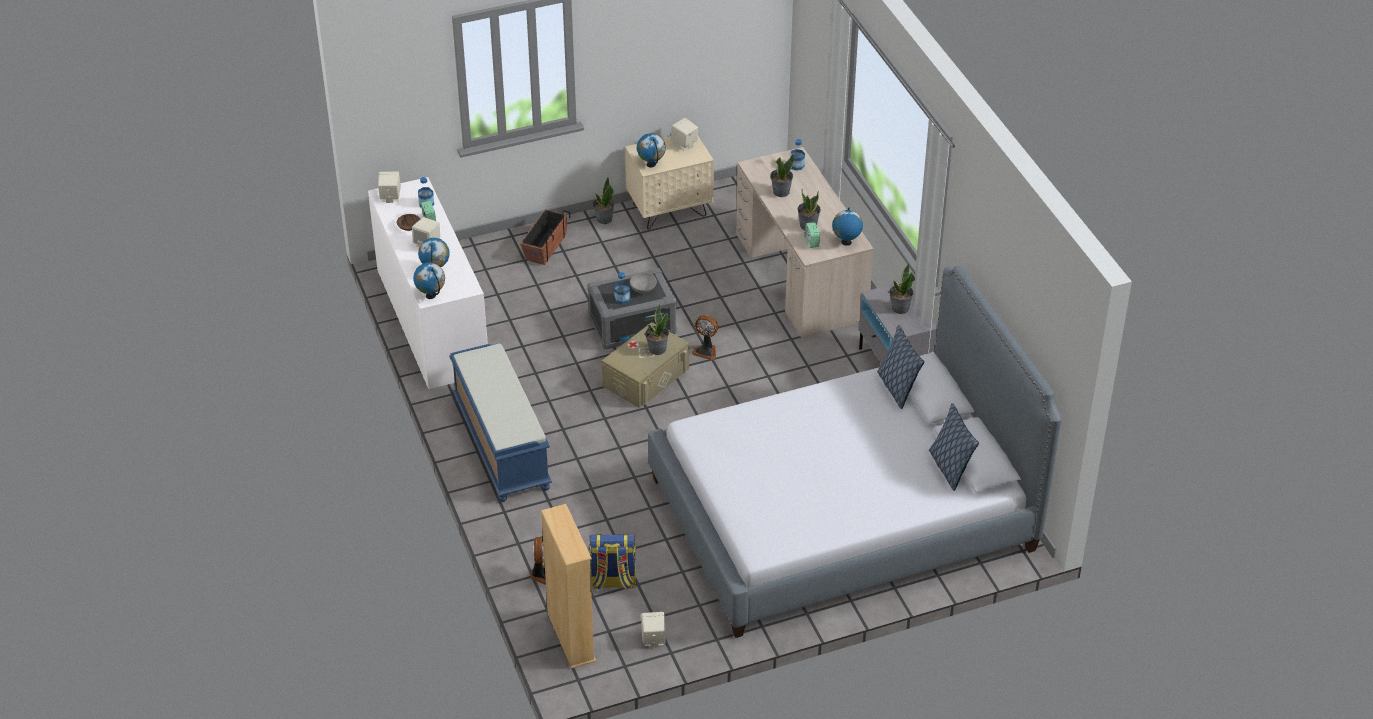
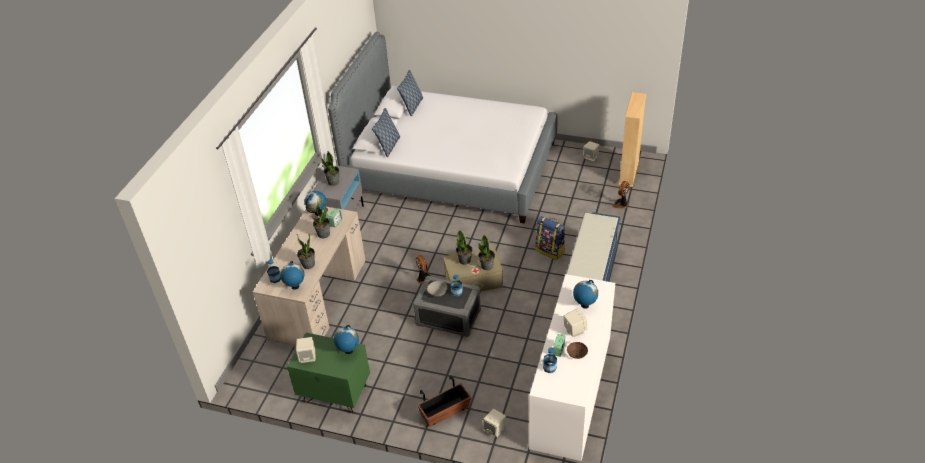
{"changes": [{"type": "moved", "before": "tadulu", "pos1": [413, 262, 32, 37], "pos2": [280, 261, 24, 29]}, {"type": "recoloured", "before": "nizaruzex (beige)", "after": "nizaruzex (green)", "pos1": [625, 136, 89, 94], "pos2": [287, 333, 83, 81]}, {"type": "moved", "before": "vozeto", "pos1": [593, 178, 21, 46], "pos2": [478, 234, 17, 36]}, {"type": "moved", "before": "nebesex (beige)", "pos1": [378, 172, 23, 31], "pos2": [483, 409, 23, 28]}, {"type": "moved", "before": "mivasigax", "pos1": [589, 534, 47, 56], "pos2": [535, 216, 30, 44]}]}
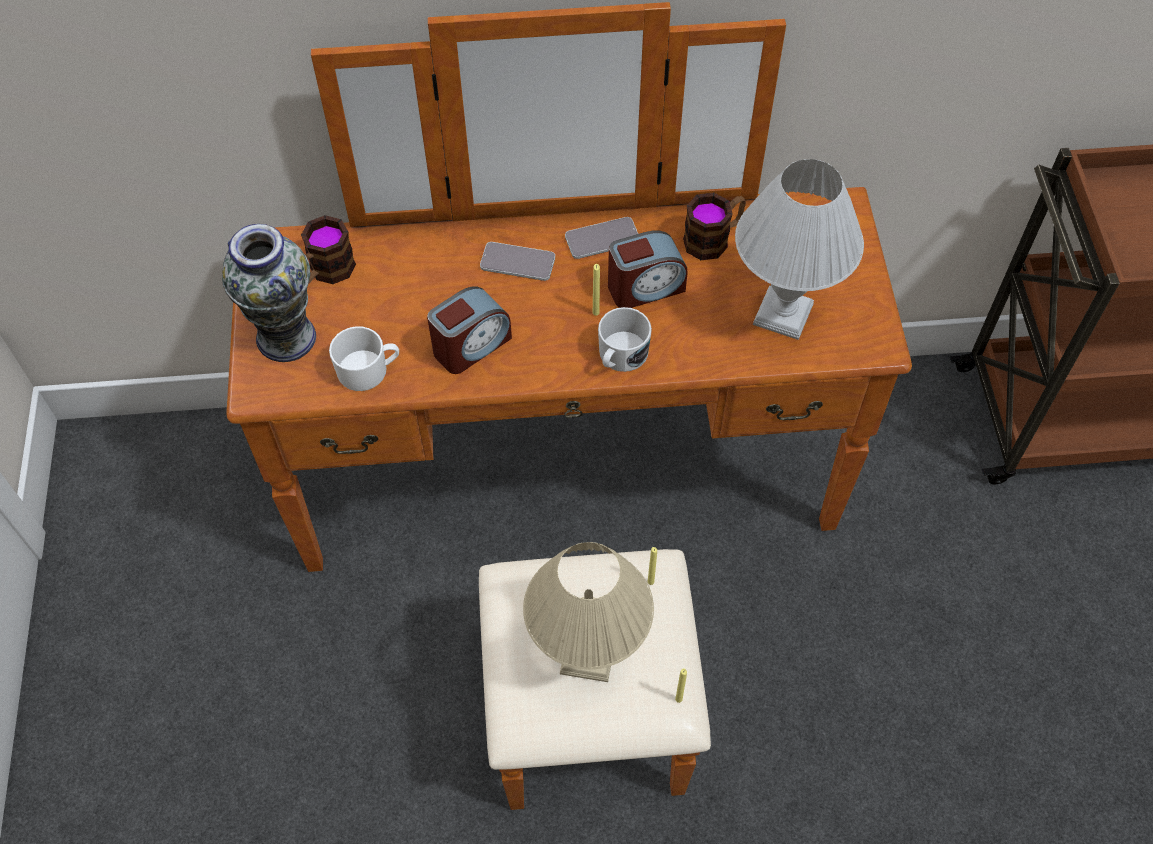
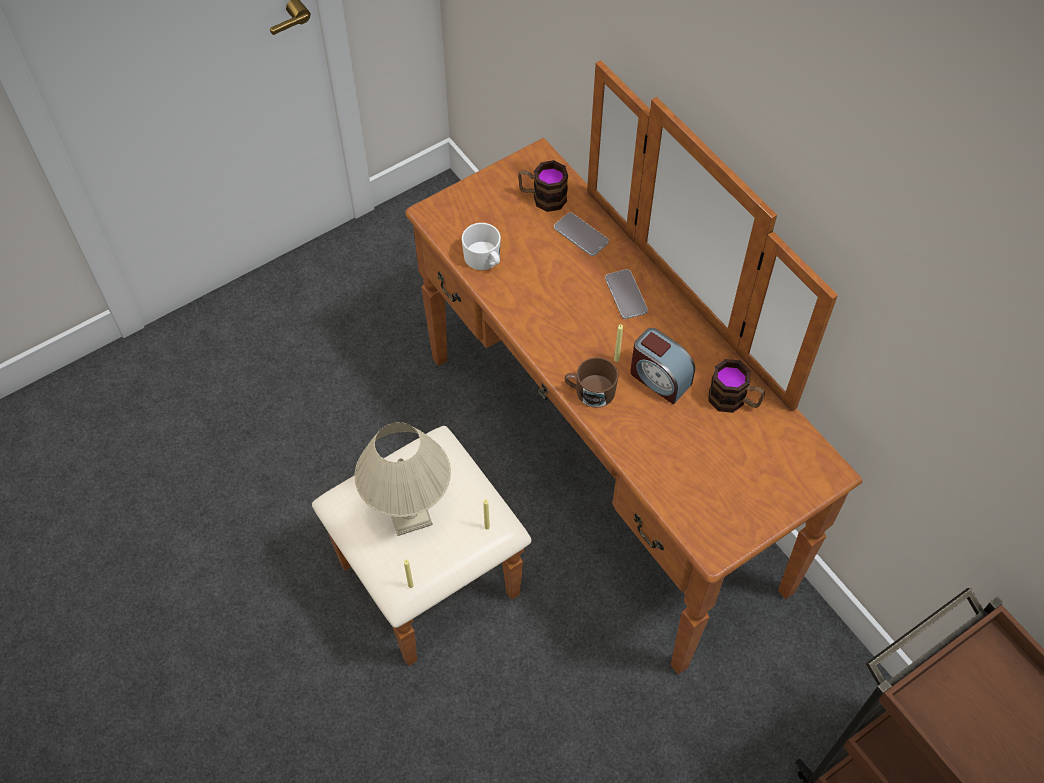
{"changes": [{"type": "moved", "before": "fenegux", "pos1": [565, 217, 73, 42], "pos2": [554, 213, 55, 43]}, {"type": "recoloured", "before": "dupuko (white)", "after": "dupuko (brown)", "pos1": [598, 307, 54, 65], "pos2": [565, 357, 53, 51]}, {"type": "removed", "before": "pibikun", "pos1": [222, 224, 94, 138]}, {"type": "removed", "before": "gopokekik", "pos1": [427, 286, 85, 88]}, {"type": "removed", "before": "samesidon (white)", "pos1": [735, 159, 129, 181]}]}
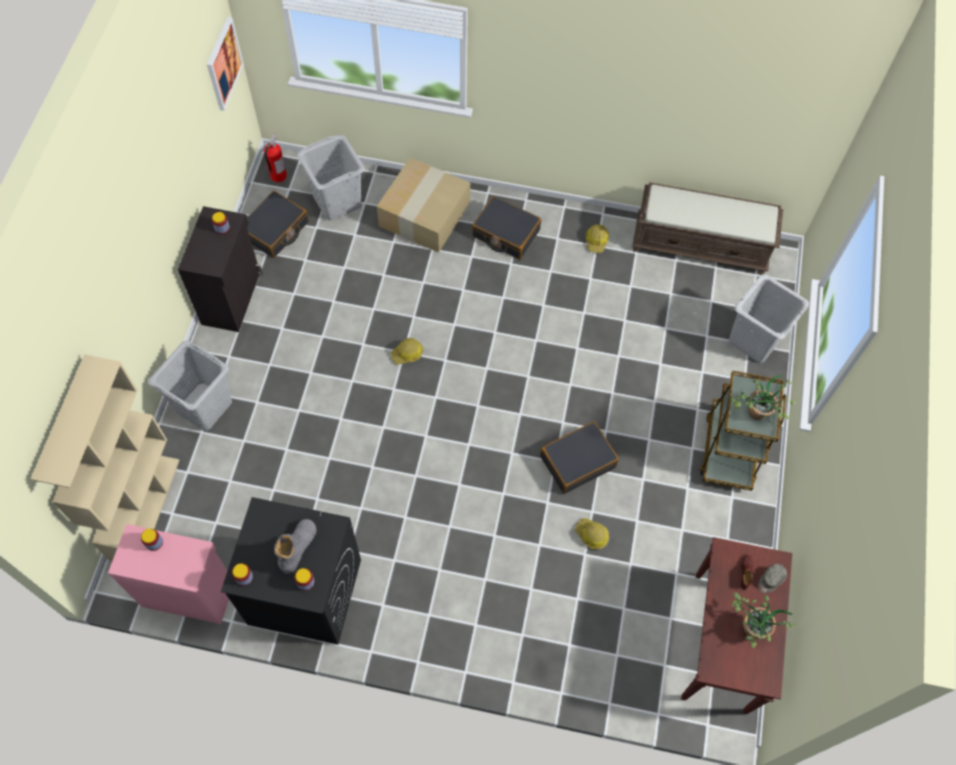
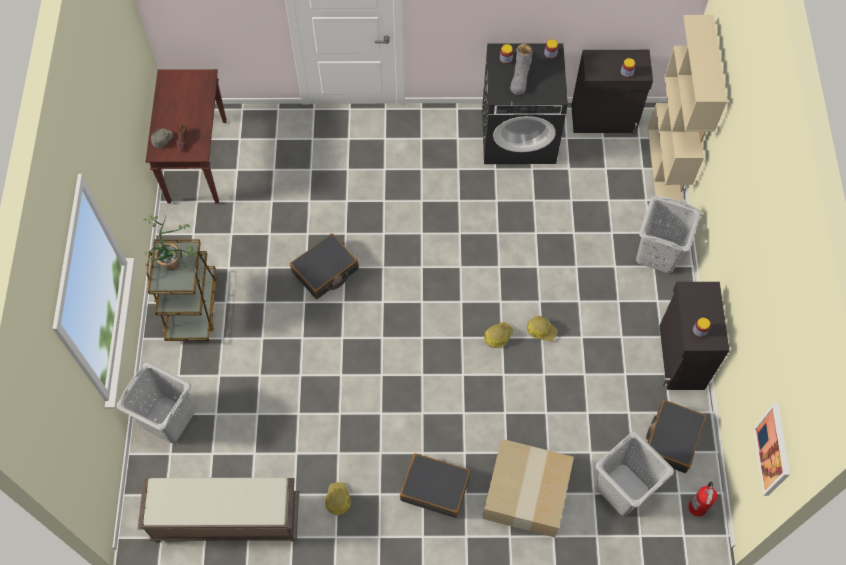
{"changes": [{"type": "moved", "before": "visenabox", "pos1": [575, 518, 34, 31], "pos2": [527, 316, 31, 25]}, {"type": "recoloured", "before": "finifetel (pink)", "after": "finifetel (black)", "pos1": [108, 524, 121, 100], "pos2": [571, 50, 82, 85]}, {"type": "removed", "before": "vozeto", "pos1": [732, 592, 65, 56]}]}
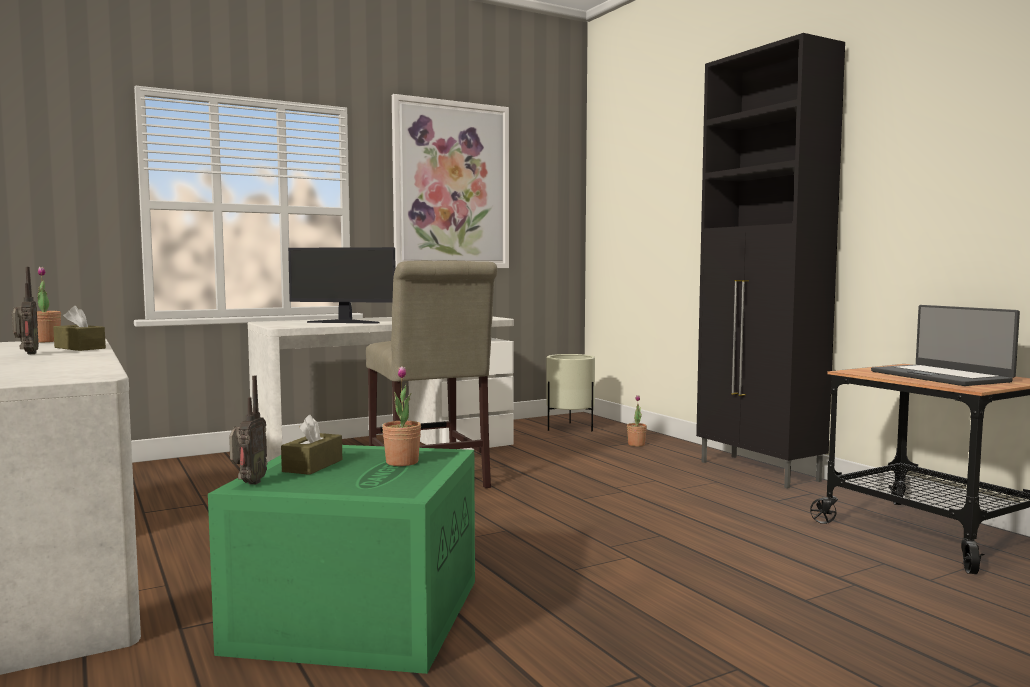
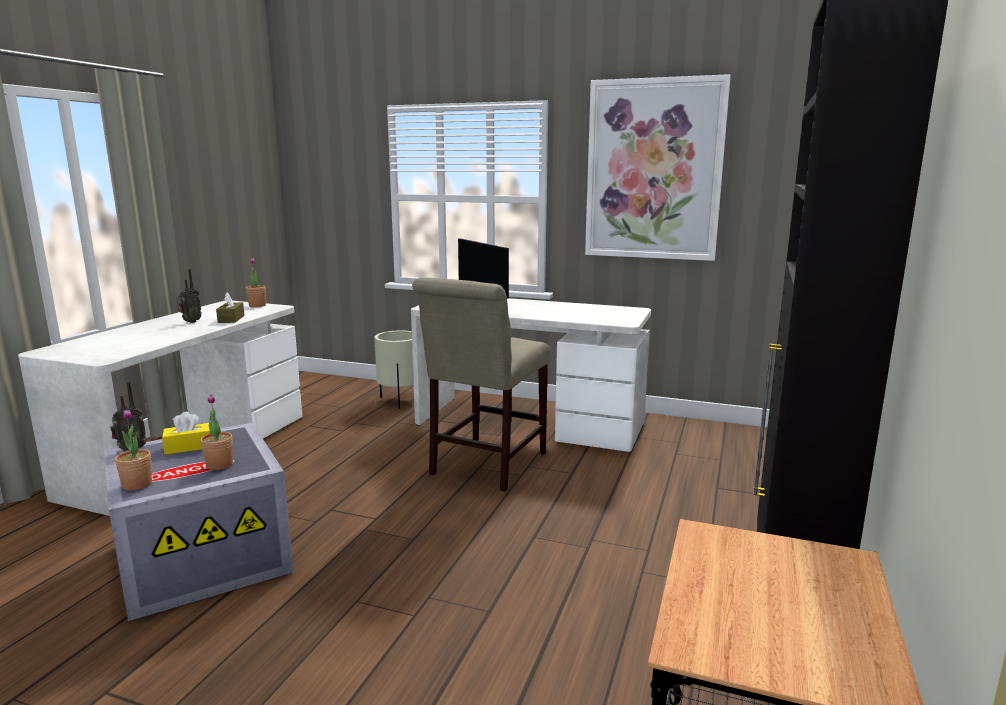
{"changes": [{"type": "recoloured", "before": "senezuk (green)", "after": "senezuk (grey)", "pos1": [208, 445, 267, 229], "pos2": [104, 423, 190, 198]}, {"type": "moved", "before": "vozeto", "pos1": [627, 395, 20, 51], "pos2": [115, 410, 37, 81]}, {"type": "recoloured", "before": "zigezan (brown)", "after": "zigezan (yellow)", "pos1": [281, 415, 61, 60], "pos2": [162, 412, 48, 43]}, {"type": "moved", "before": "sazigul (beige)", "pos1": [546, 354, 49, 77], "pos2": [374, 330, 40, 79]}, {"type": "removed", "before": "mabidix", "pos1": [871, 305, 149, 81]}]}
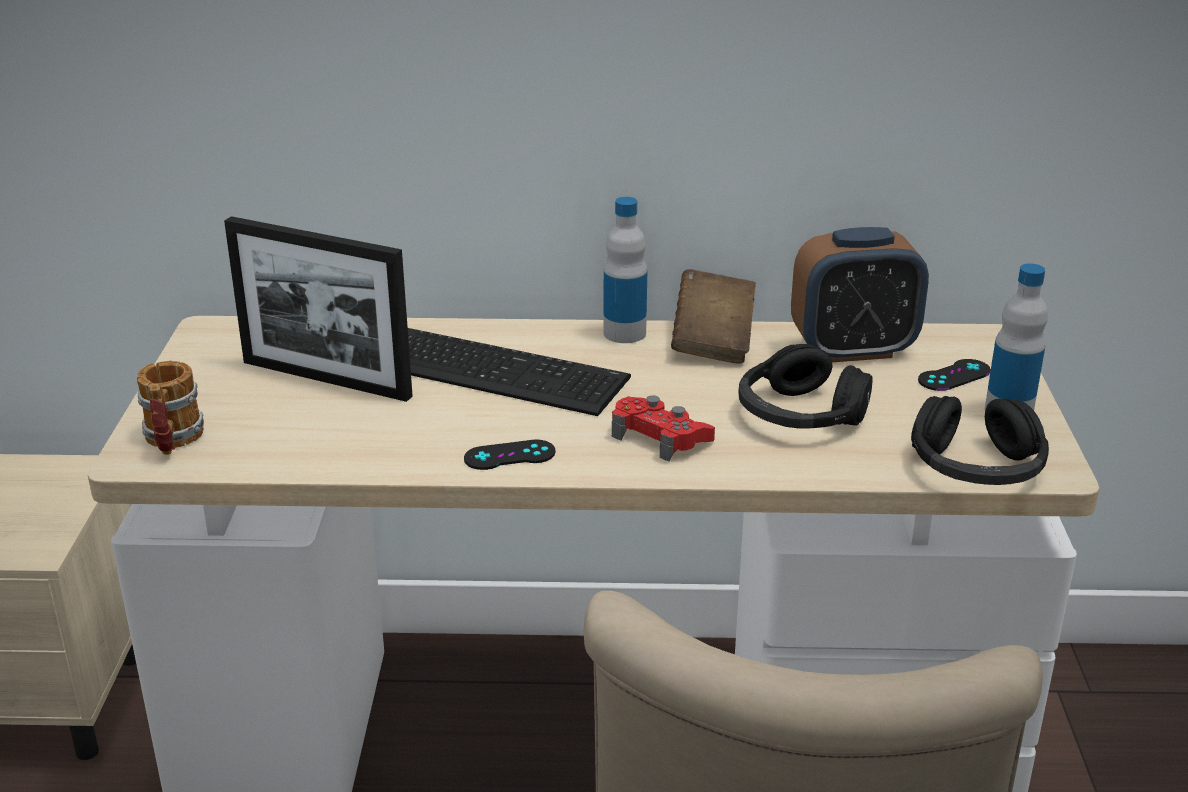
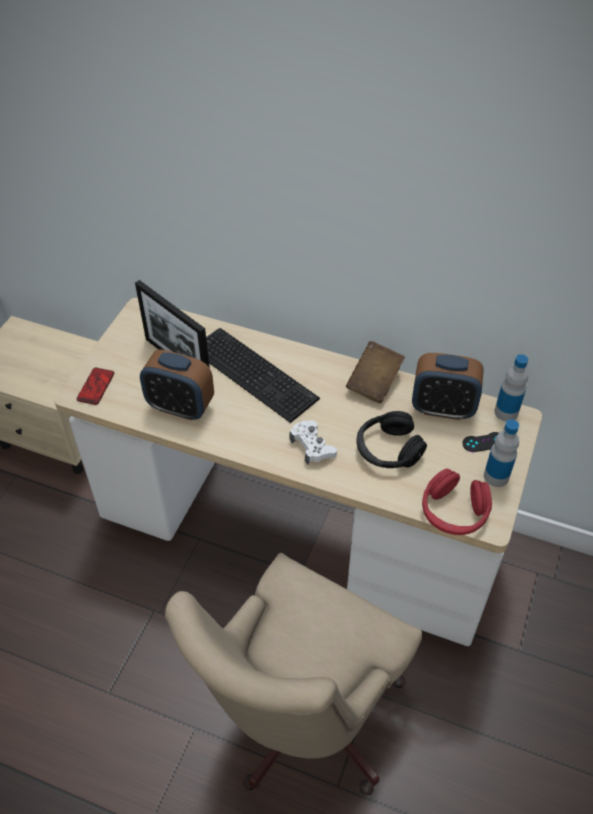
{"changes": [{"type": "replaced", "before": "dupuko", "after": "fenegux", "pos1": [137, 361, 67, 94], "pos2": [77, 368, 37, 37]}, {"type": "added", "after": "gopokekik", "pos2": [140, 349, 74, 71]}, {"type": "recoloured", "before": "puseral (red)", "after": "puseral (white)", "pos1": [612, 395, 103, 67], "pos2": [289, 420, 48, 45]}, {"type": "recoloured", "before": "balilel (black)", "after": "balilel (red)", "pos1": [911, 396, 138, 89], "pos2": [422, 469, 70, 66]}, {"type": "moved", "before": "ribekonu", "pos1": [603, 197, 44, 146], "pos2": [494, 354, 34, 67]}, {"type": "removed", "before": "puseral (black)", "pos1": [464, 439, 91, 31]}]}
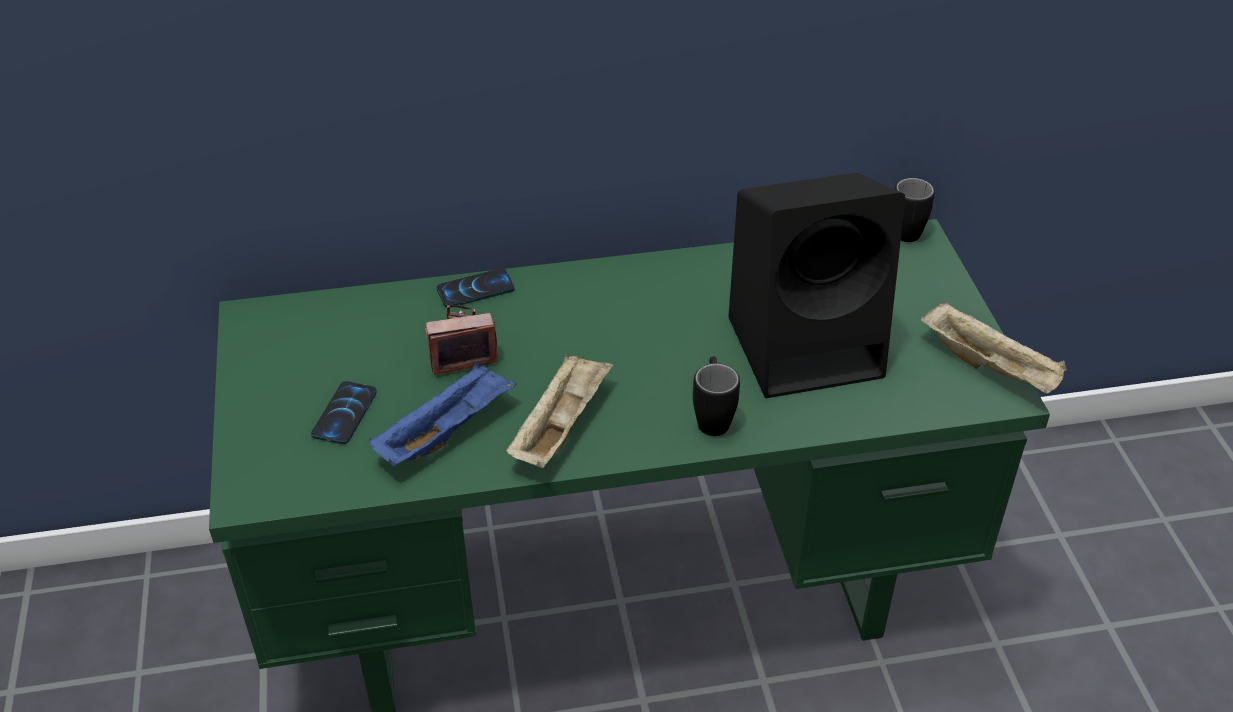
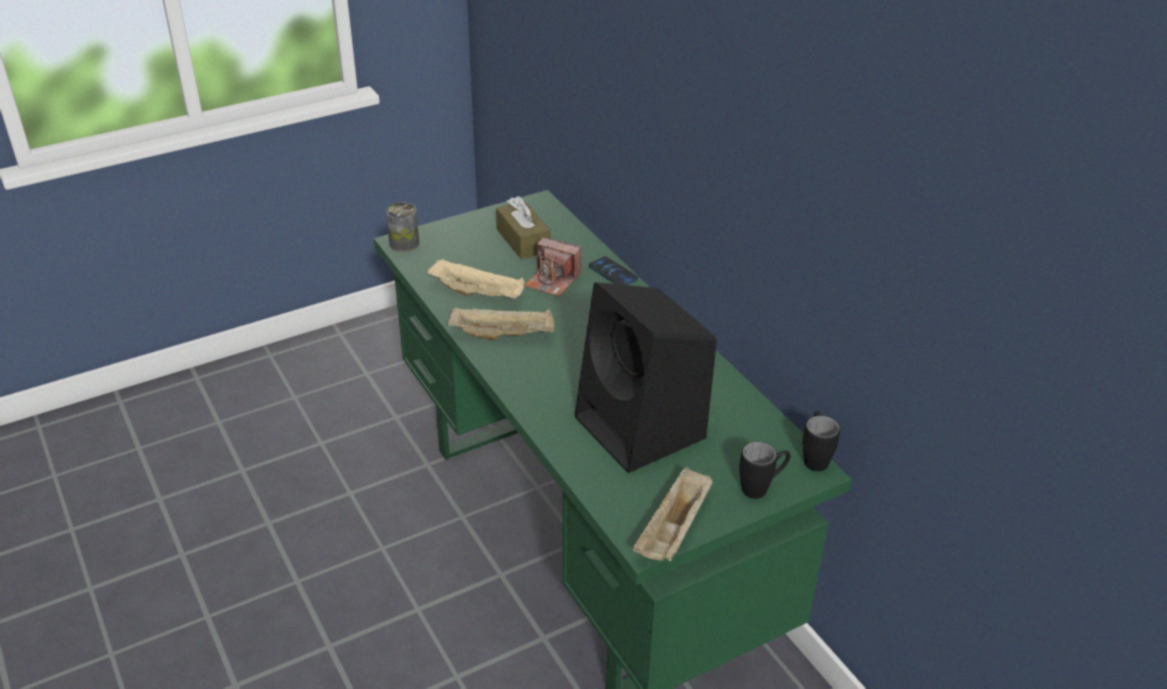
{"changes": [{"type": "added", "after": "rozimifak", "pos2": [386, 202, 33, 50]}, {"type": "recoloured", "before": "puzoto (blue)", "after": "puzoto (beige)", "pos1": [369, 363, 147, 103], "pos2": [427, 258, 98, 41]}, {"type": "added", "after": "zigezan (brown)", "pos2": [496, 196, 54, 63]}, {"type": "turned", "before": "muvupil", "pos1": [425, 305, 74, 70], "pos2": [524, 237, 58, 60], "turn": 150}, {"type": "moved", "before": "dupuko (black)", "pos1": [693, 356, 47, 80], "pos2": [739, 442, 51, 57]}, {"type": "removed", "before": "fenegux", "pos1": [311, 381, 66, 63]}]}
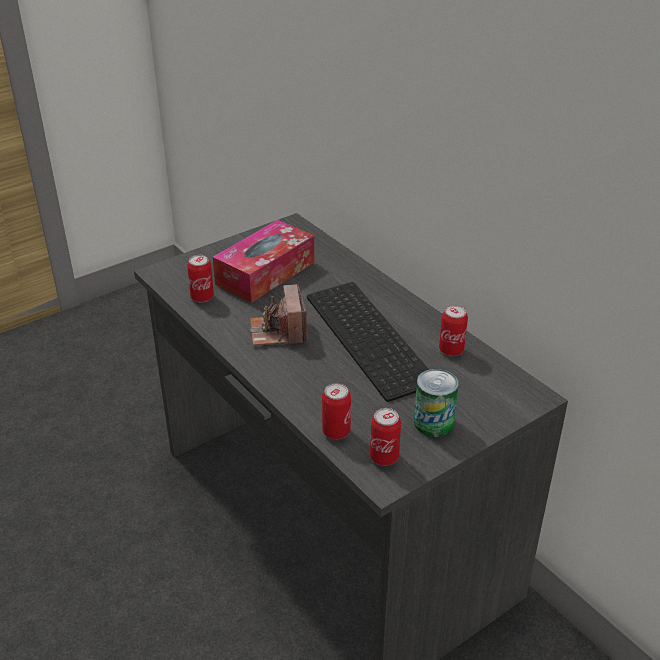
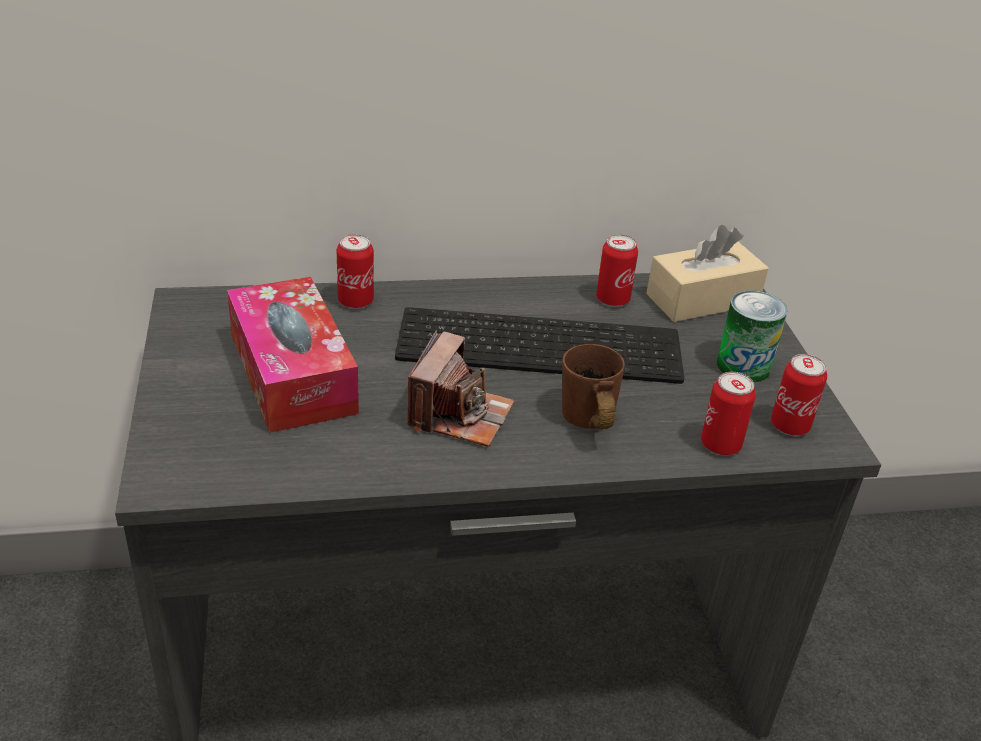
{"changes": [{"type": "moved", "before": "rozimifak", "pos1": [187, 255, 27, 47], "pos2": [337, 234, 37, 75]}, {"type": "turned", "before": "muvupil", "pos1": [250, 284, 58, 62], "pos2": [407, 330, 108, 117], "turn": -90}, {"type": "added", "after": "dupuko (brown)", "pos2": [562, 344, 63, 85]}, {"type": "added", "after": "zigezan (beige)", "pos2": [646, 225, 122, 97]}]}
